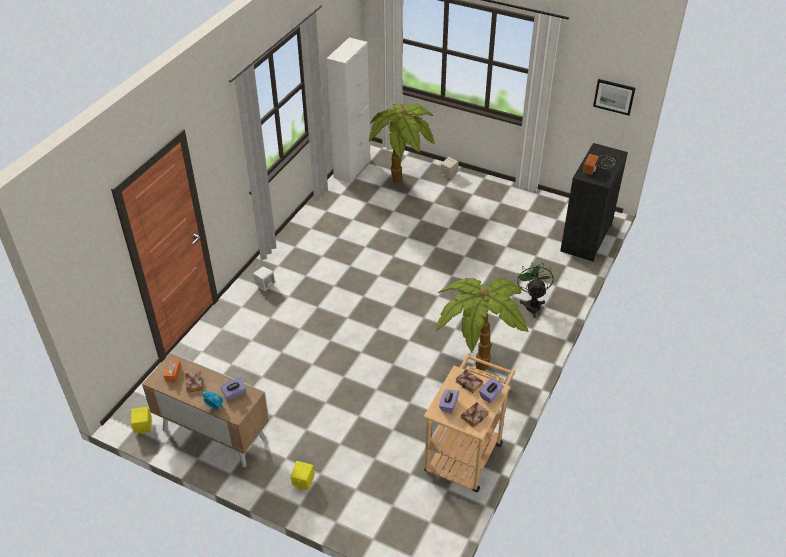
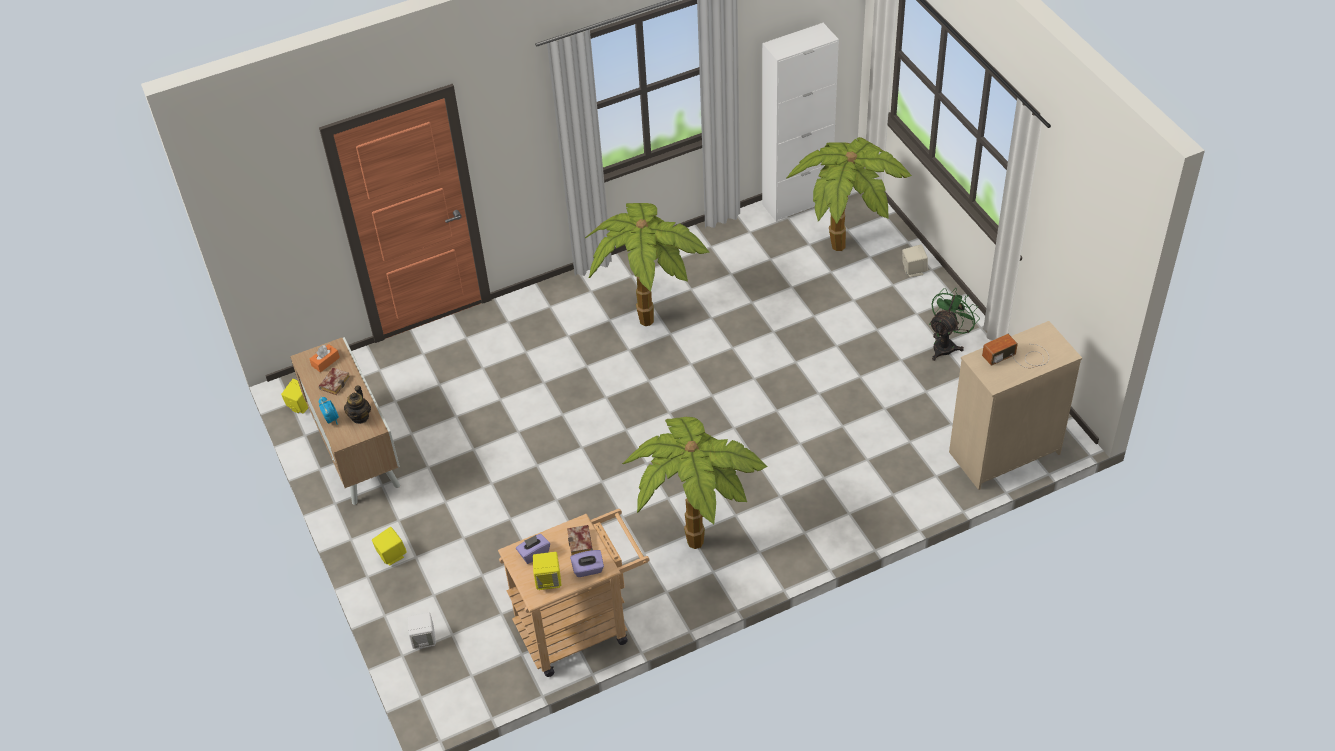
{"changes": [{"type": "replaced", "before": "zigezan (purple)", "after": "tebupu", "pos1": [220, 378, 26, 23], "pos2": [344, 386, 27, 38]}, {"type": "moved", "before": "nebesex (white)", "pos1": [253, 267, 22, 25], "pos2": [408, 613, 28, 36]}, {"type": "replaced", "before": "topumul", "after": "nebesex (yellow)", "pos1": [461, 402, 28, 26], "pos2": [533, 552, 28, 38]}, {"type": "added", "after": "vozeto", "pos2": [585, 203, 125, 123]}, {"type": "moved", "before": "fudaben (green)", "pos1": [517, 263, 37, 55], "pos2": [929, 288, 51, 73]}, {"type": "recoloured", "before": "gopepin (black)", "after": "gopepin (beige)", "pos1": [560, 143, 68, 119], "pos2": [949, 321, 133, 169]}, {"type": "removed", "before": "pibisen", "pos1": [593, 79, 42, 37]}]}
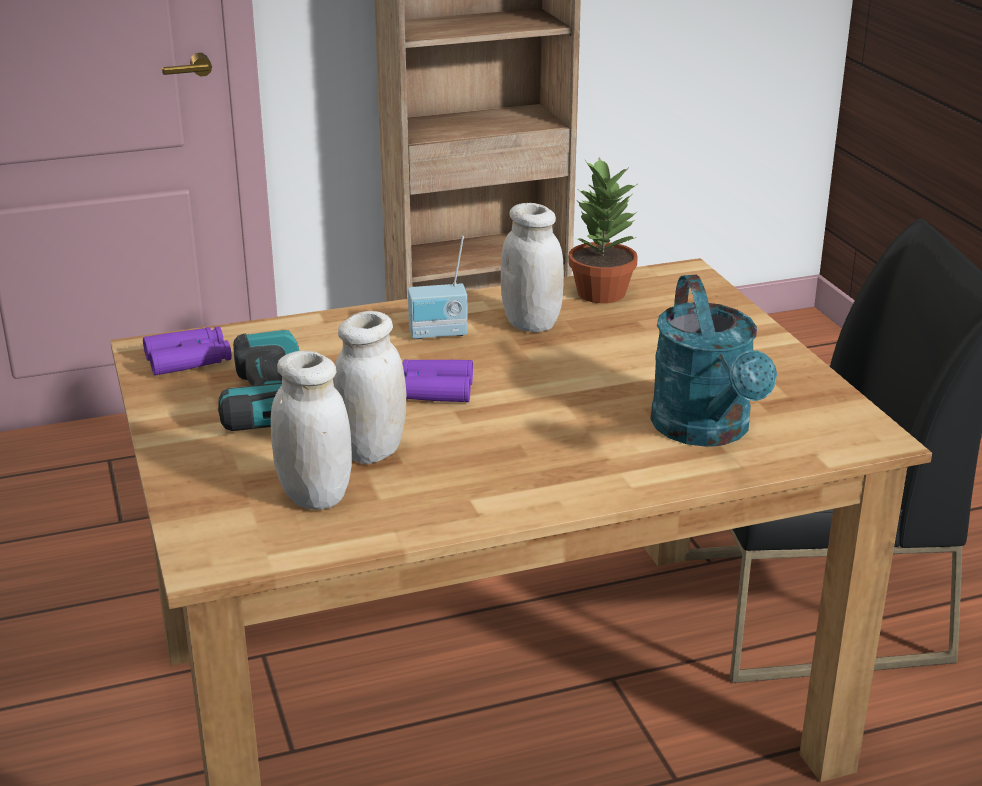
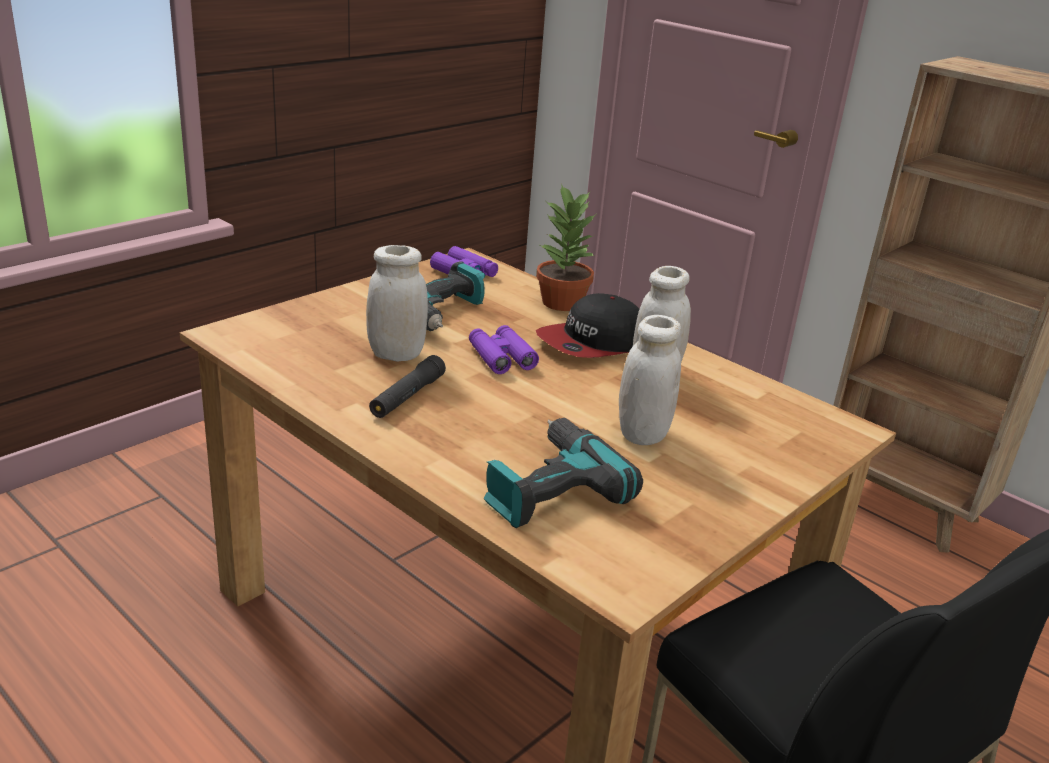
{"changes": [{"type": "added", "after": "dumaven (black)", "pos2": [369, 355, 77, 63]}, {"type": "replaced", "before": "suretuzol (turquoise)", "after": "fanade", "pos1": [650, 275, 127, 172], "pos2": [484, 418, 159, 110]}, {"type": "moved", "before": "vozeto", "pos1": [568, 157, 70, 146], "pos2": [536, 185, 59, 126]}, {"type": "replaced", "before": "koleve", "after": "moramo", "pos1": [408, 236, 60, 103], "pos2": [536, 293, 103, 65]}, {"type": "moved", "before": "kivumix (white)", "pos1": [271, 351, 81, 159], "pos2": [619, 315, 62, 130]}]}
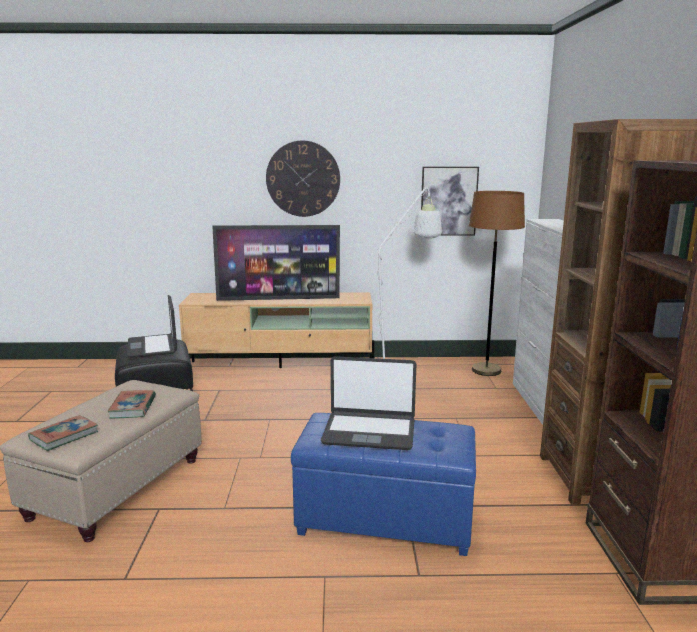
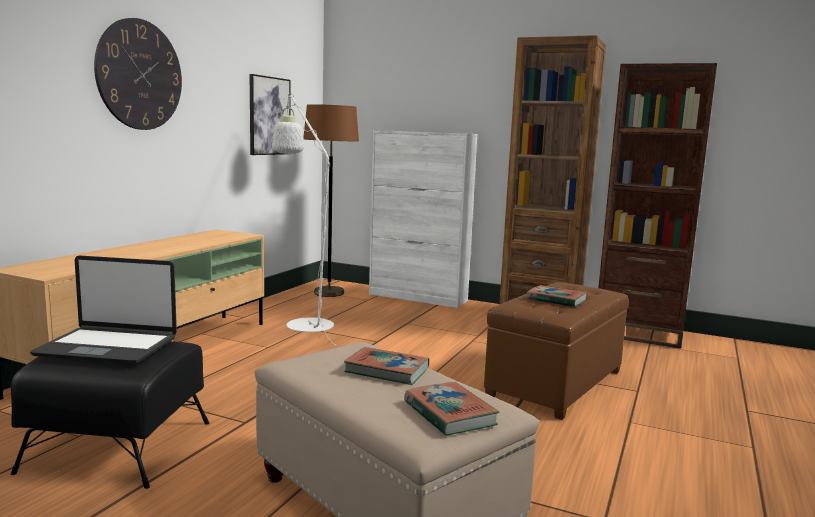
{"changes": [{"type": "recoloured", "before": "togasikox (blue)", "after": "togasikox (brown)", "pos1": [291, 413, 185, 143], "pos2": [484, 282, 145, 138]}, {"type": "replaced", "before": "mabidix", "after": "topumul", "pos1": [321, 356, 95, 94], "pos2": [526, 285, 61, 22]}, {"type": "removed", "before": "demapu", "pos1": [212, 225, 128, 76]}]}
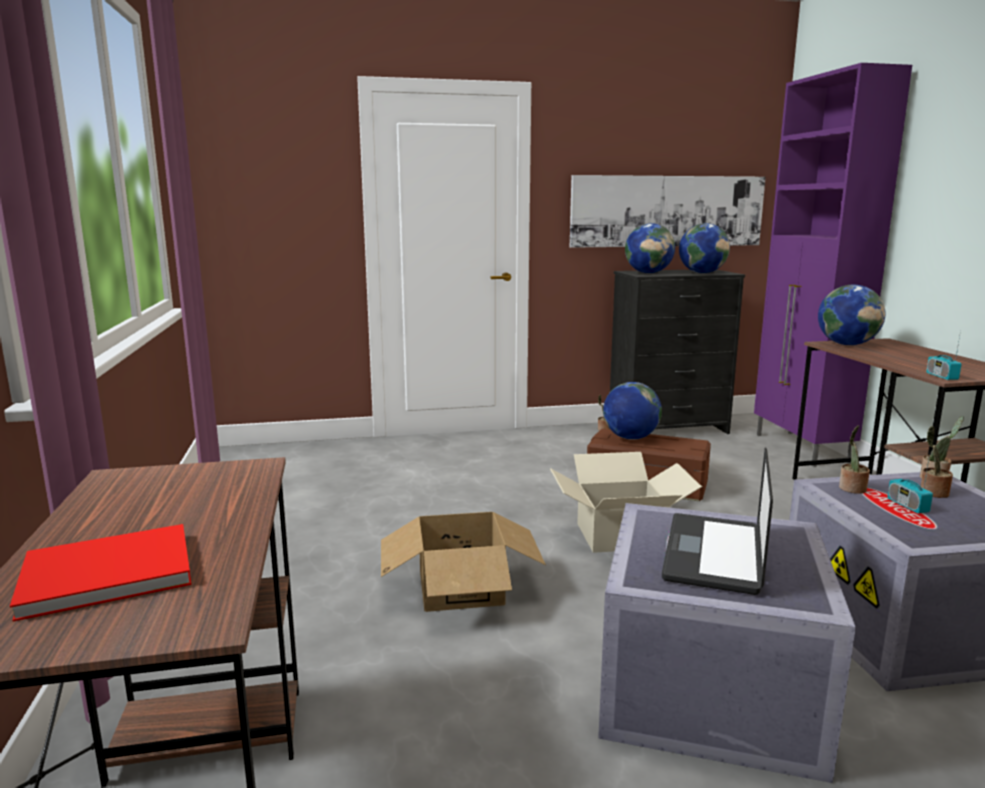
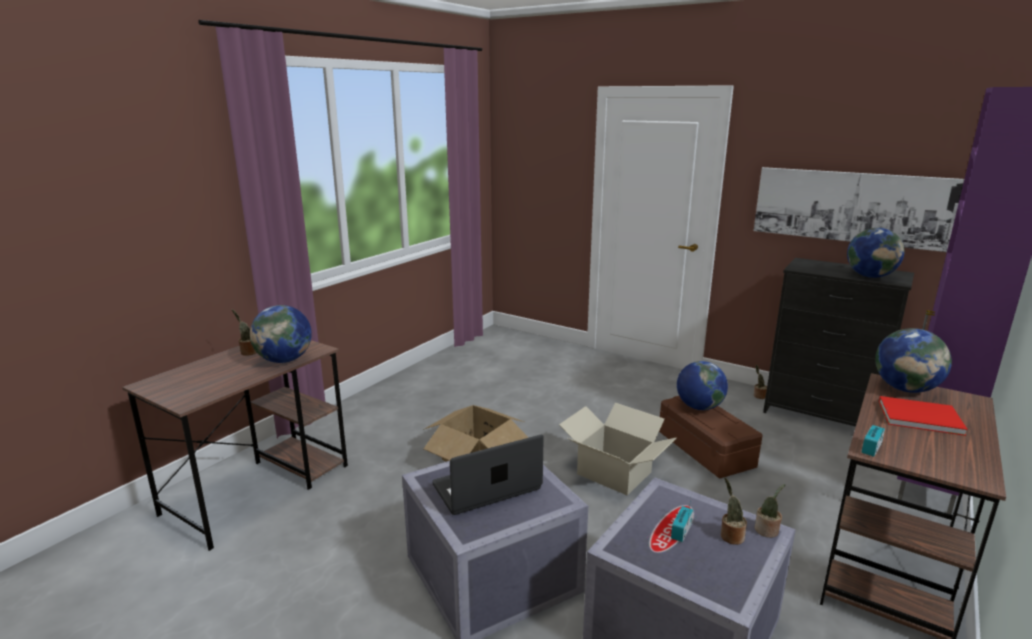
{"changes": [{"type": "moved", "before": "vozeto", "pos1": [839, 425, 31, 69], "pos2": [232, 309, 25, 47]}, {"type": "moved", "before": "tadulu", "pos1": [625, 223, 50, 50], "pos2": [250, 305, 62, 58]}, {"type": "moved", "before": "topumul (red)", "pos1": [10, 524, 181, 98], "pos2": [879, 396, 89, 40]}]}
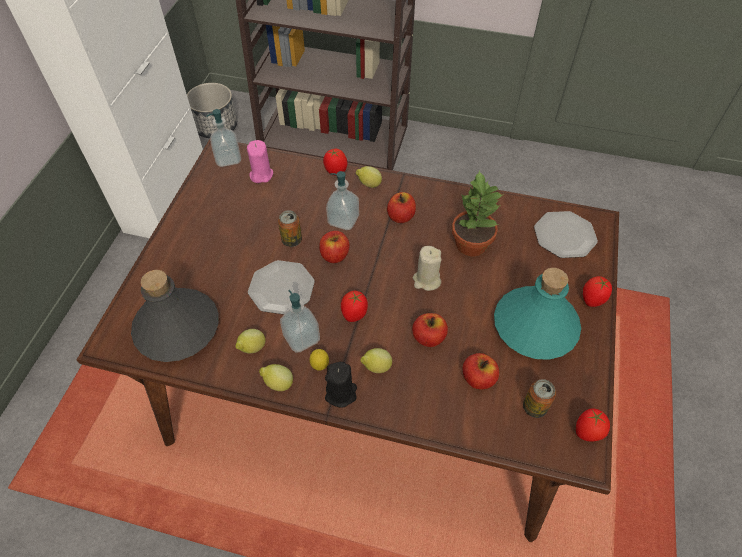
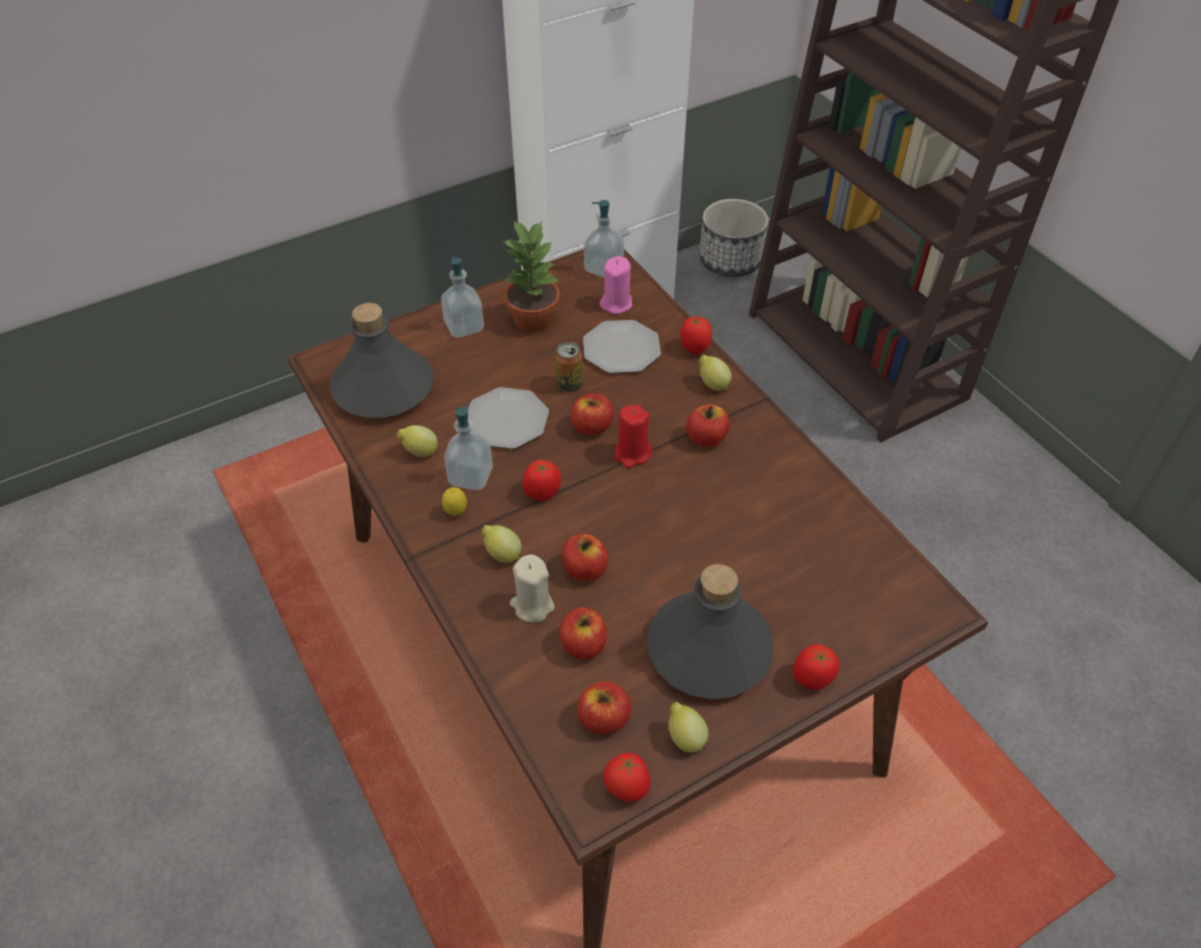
{"changes": [{"type": "moved", "before": "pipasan", "pos1": [326, 171, 33, 59], "pos2": [441, 256, 43, 82]}, {"type": "moved", "before": "vozeto", "pos1": [452, 170, 52, 86], "pos2": [502, 221, 58, 112]}, {"type": "moved", "before": "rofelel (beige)", "pos1": [413, 246, 29, 45], "pos2": [510, 554, 45, 69]}, {"type": "replaced", "before": "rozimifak", "after": "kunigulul", "pos1": [523, 379, 33, 39], "pos2": [577, 681, 54, 53]}, {"type": "moved", "before": "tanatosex", "pos1": [534, 211, 64, 47], "pos2": [583, 320, 78, 53]}, {"type": "added", "after": "rofelel (red)", "pos2": [614, 405, 39, 64]}, {"type": "recoloured", "before": "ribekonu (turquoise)", "after": "ribekonu (grey)", "pos1": [494, 268, 87, 92], "pos2": [647, 564, 127, 135]}, {"type": "moved", "before": "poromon", "pos1": [259, 364, 34, 27], "pos2": [668, 702, 41, 51]}, {"type": "removed", "before": "rofelel (black)", "pos1": [325, 362, 32, 46]}]}
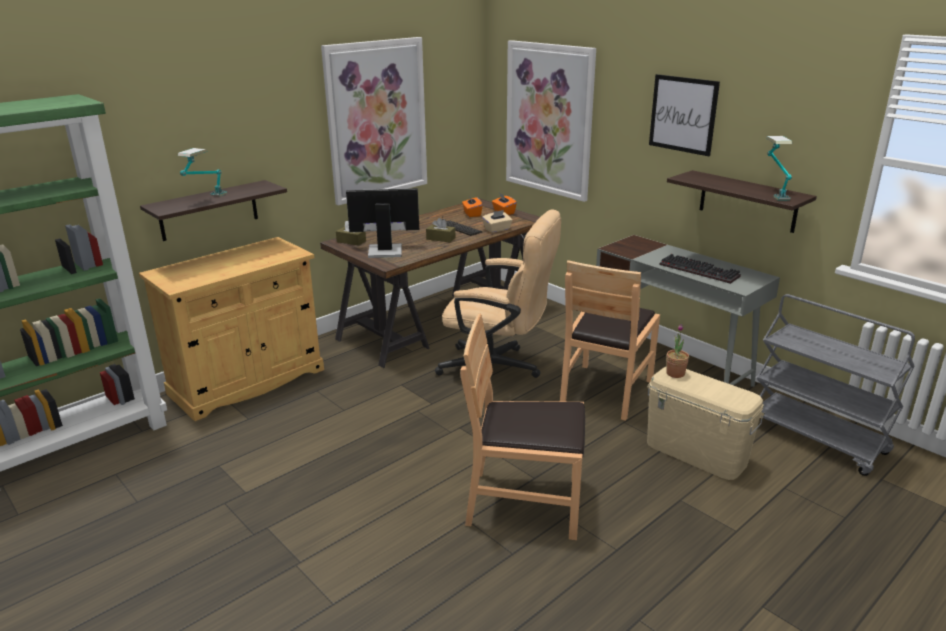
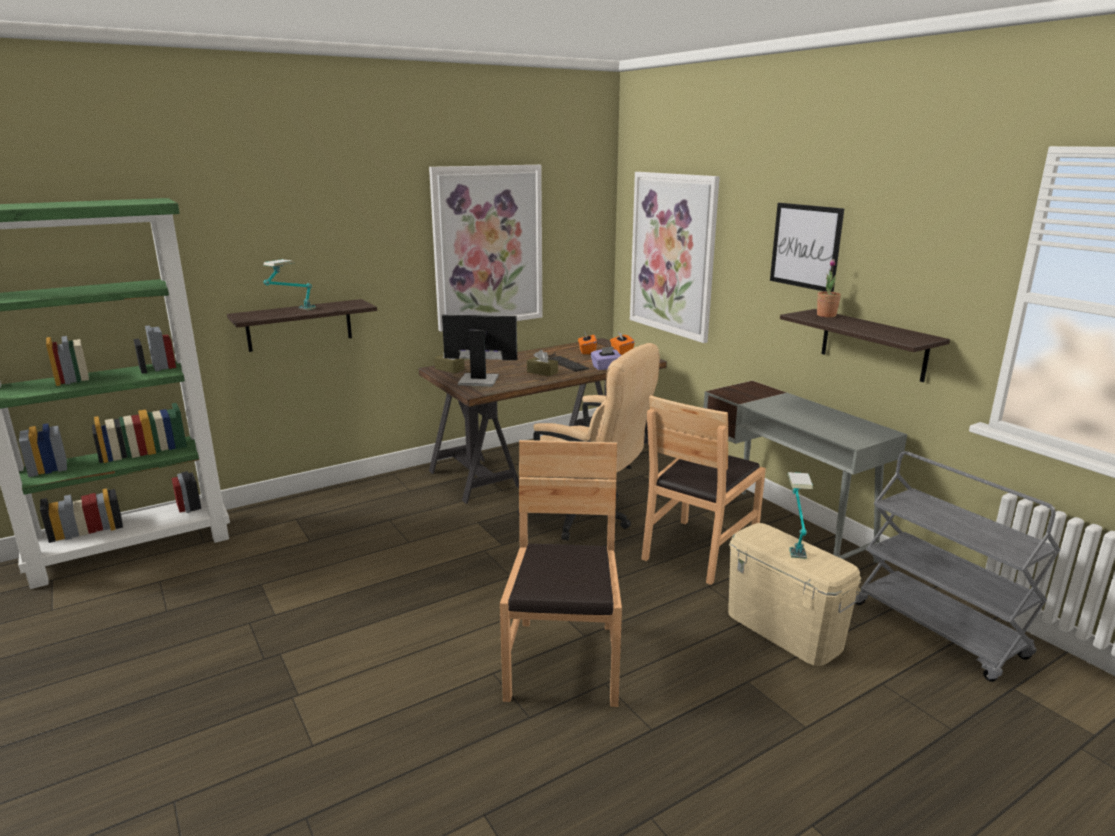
{"changes": [{"type": "turned", "before": "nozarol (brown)", "pos1": [460, 313, 125, 227], "pos2": [500, 440, 122, 267], "turn": 75}, {"type": "recoloured", "before": "zigezan (beige)", "after": "zigezan (purple)", "pos1": [482, 210, 30, 23], "pos2": [591, 347, 30, 23]}, {"type": "moved", "before": "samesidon", "pos1": [766, 136, 26, 65], "pos2": [788, 472, 25, 87]}, {"type": "moved", "before": "vozeto", "pos1": [666, 324, 23, 54], "pos2": [817, 259, 24, 58]}, {"type": "removed", "before": "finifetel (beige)", "pos1": [139, 237, 185, 184]}, {"type": "removed", "before": "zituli", "pos1": [659, 254, 82, 30]}]}
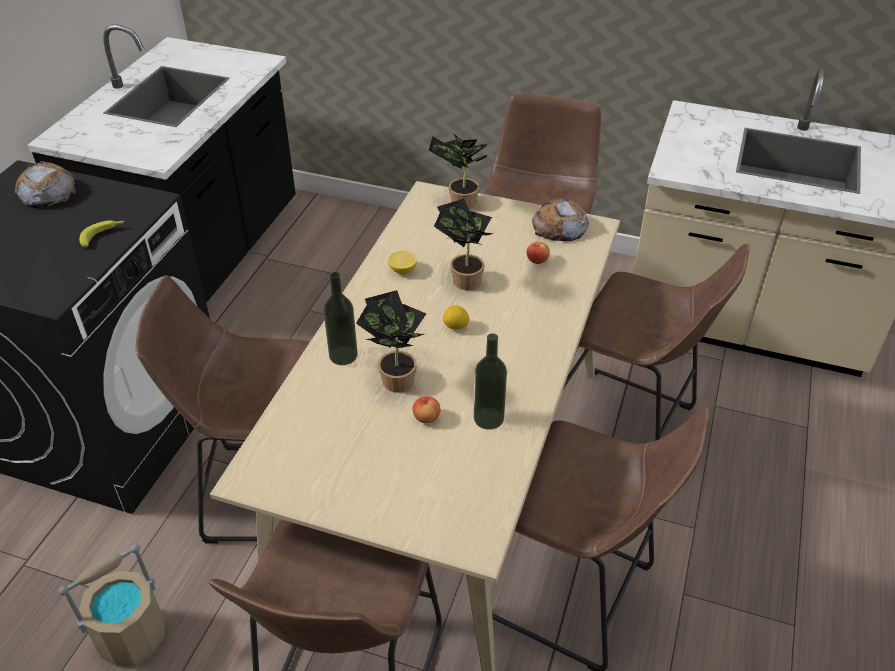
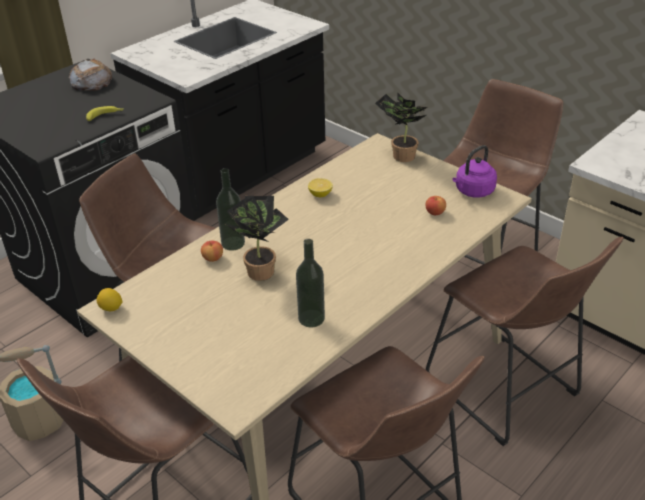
{"changes": [{"type": "moved", "before": "poromon", "pos1": [443, 305, 26, 25], "pos2": [96, 288, 26, 23]}, {"type": "moved", "before": "kunigulul", "pos1": [413, 396, 27, 27], "pos2": [201, 241, 22, 21]}, {"type": "replaced", "before": "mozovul", "after": "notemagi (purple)", "pos1": [532, 199, 57, 42], "pos2": [453, 145, 44, 53]}, {"type": "removed", "before": "vozeto", "pos1": [434, 199, 59, 91]}]}
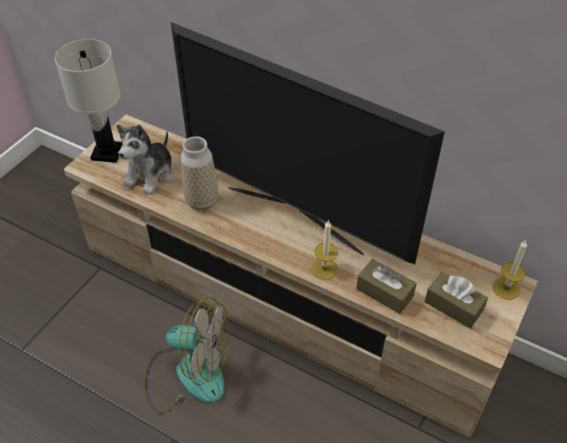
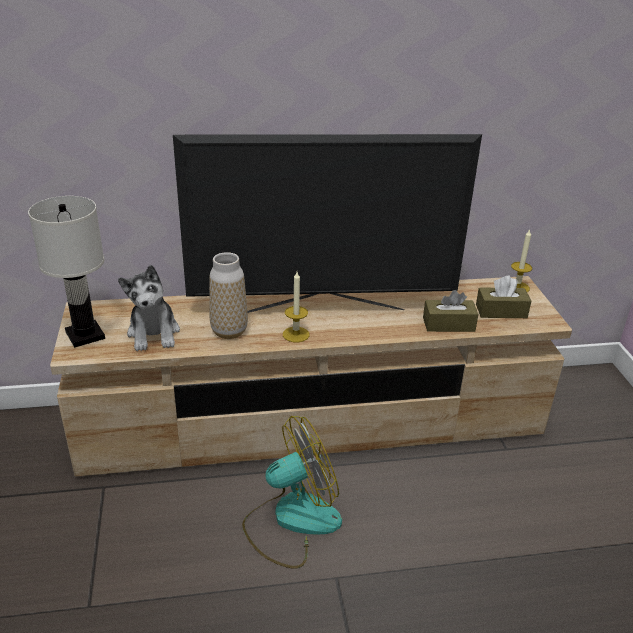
{"changes": [{"type": "moved", "before": "rofelel", "pos1": [311, 220, 28, 60], "pos2": [283, 272, 27, 70]}]}
